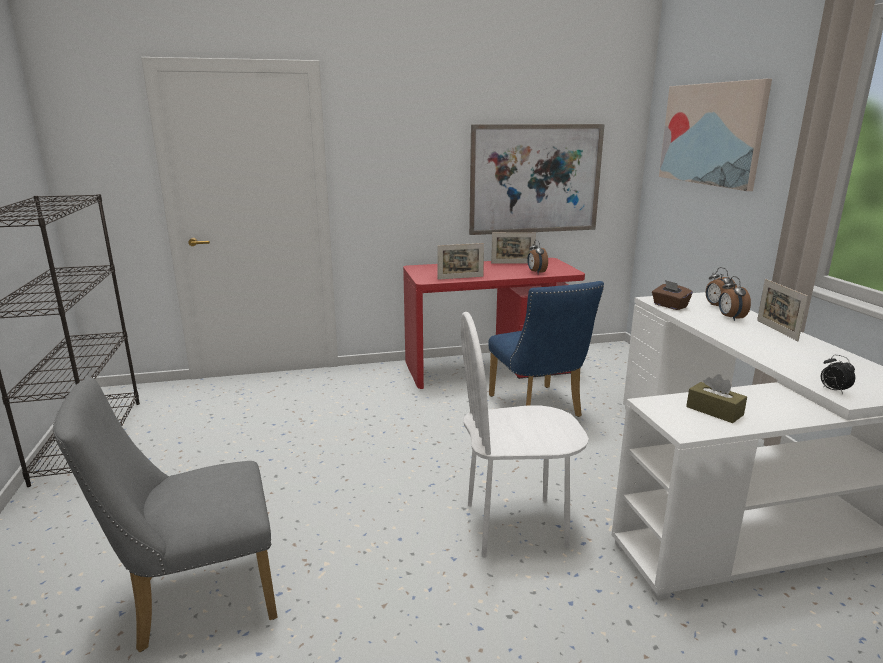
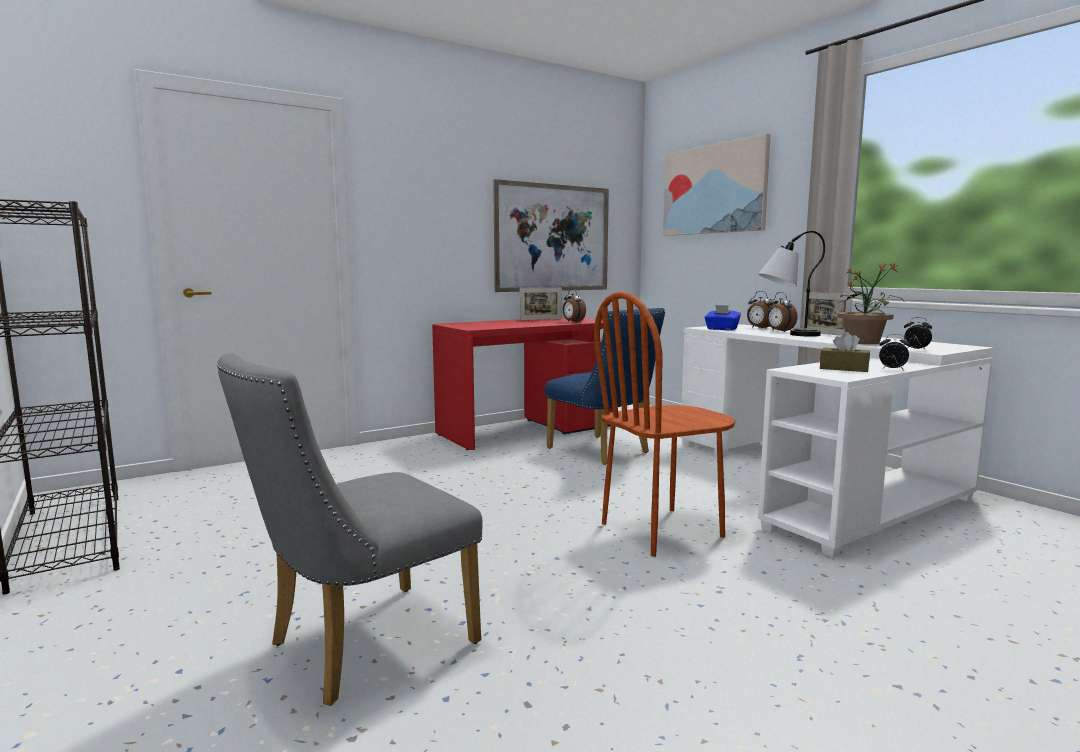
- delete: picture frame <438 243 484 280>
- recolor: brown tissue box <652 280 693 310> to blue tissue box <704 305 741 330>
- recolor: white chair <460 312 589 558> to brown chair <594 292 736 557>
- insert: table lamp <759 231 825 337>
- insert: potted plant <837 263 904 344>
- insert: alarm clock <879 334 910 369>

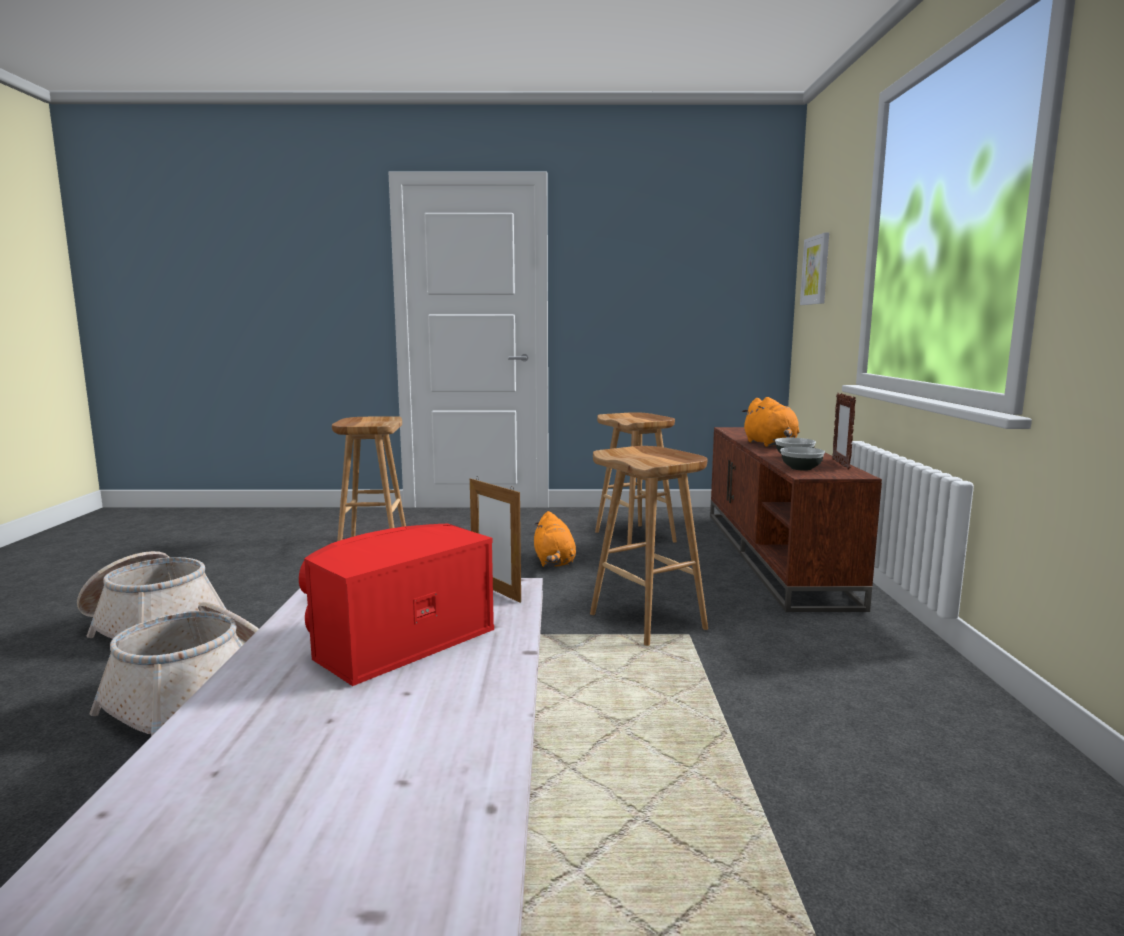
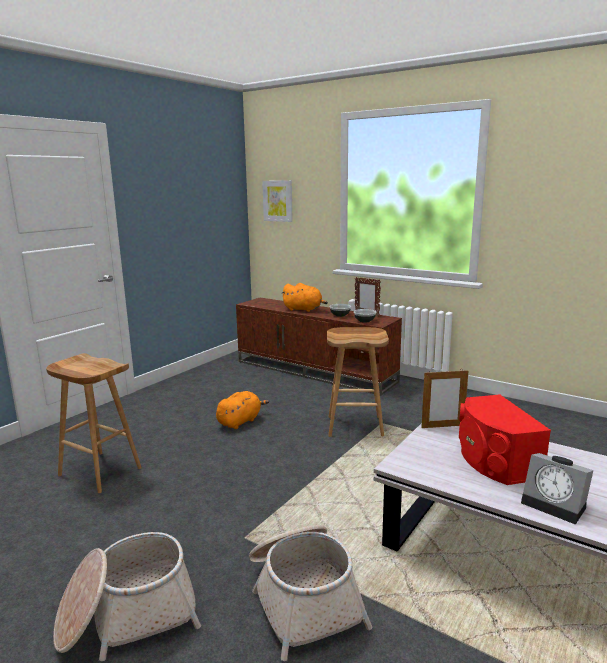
- delete: brown stool <595 412 677 545>
- rotate: orange plush toy <534 511 576 567> = <216 391 269 429> 75 degrees counterclockwise
- insert: alarm clock <521 453 594 525>

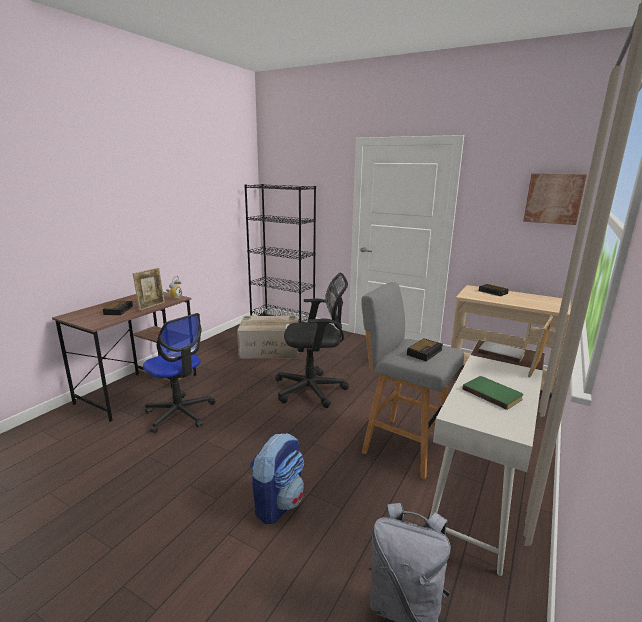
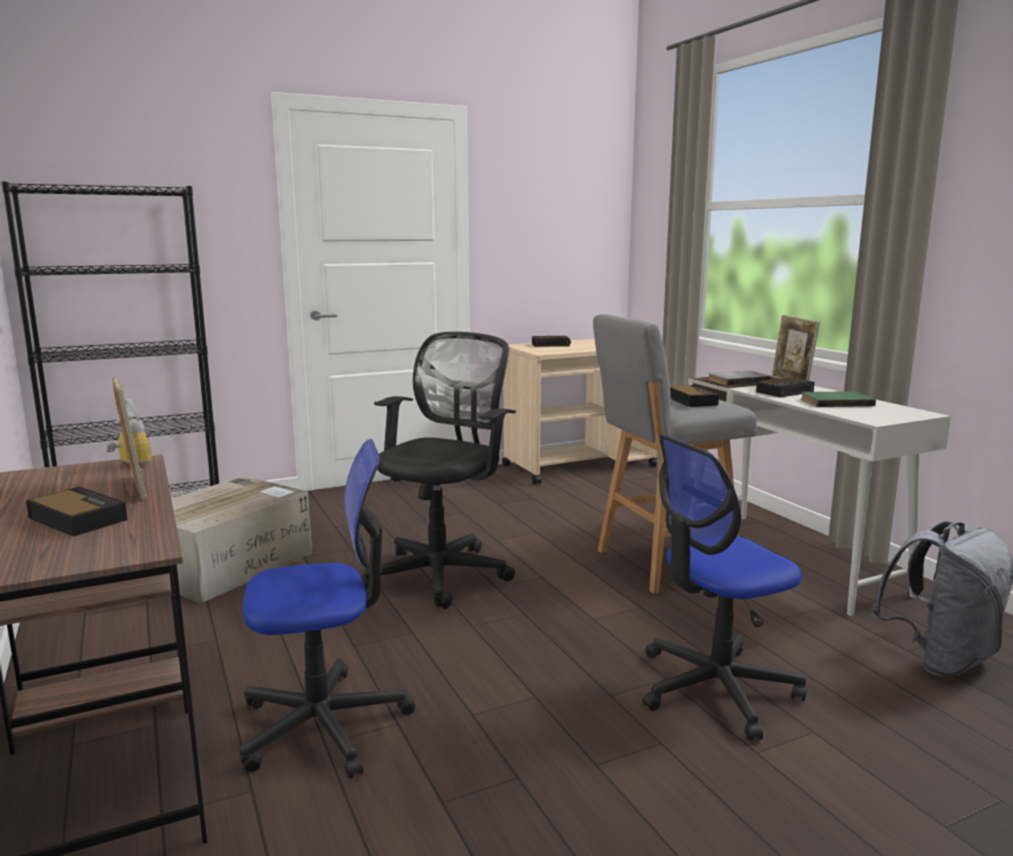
- delete: picture <523 174 587 225>
- replace: backpack <250 433 304 524> to office chair <642 434 807 740>
- insert: alarm clock <756 377 815 398>

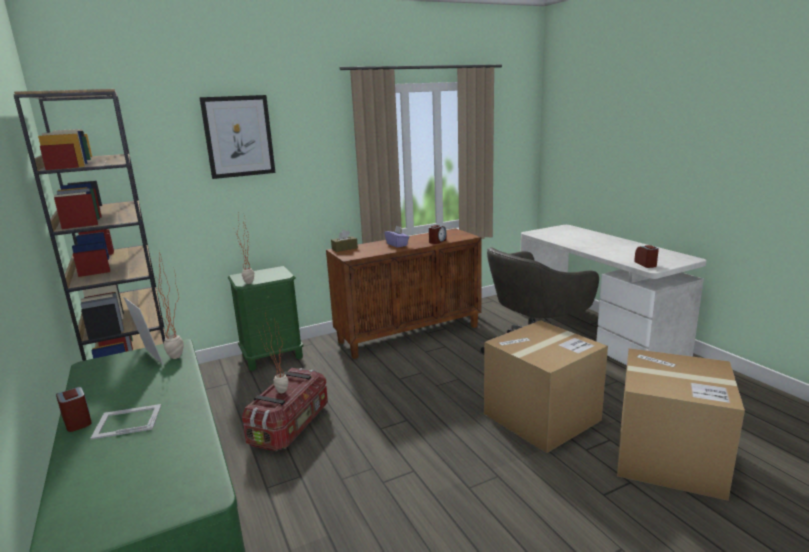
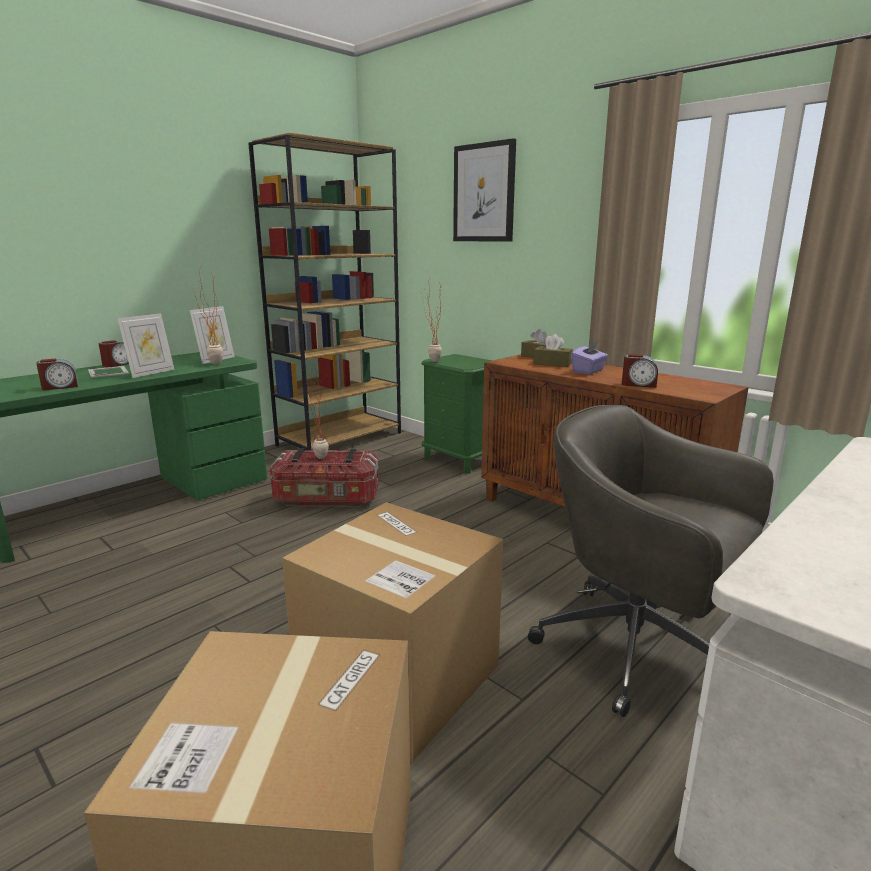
- move: alarm clock <634 245 659 268> to <36 359 78 390>
- insert: picture frame <117 313 175 378>
- insert: brown tissue box <533 334 573 367>

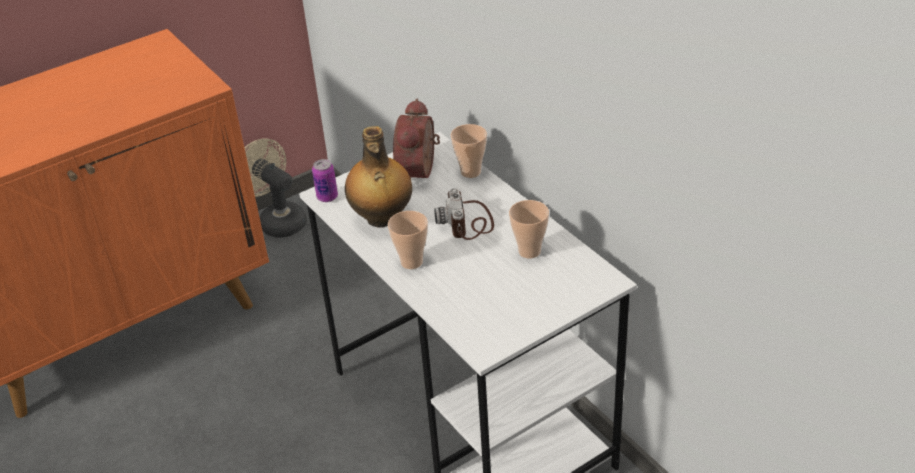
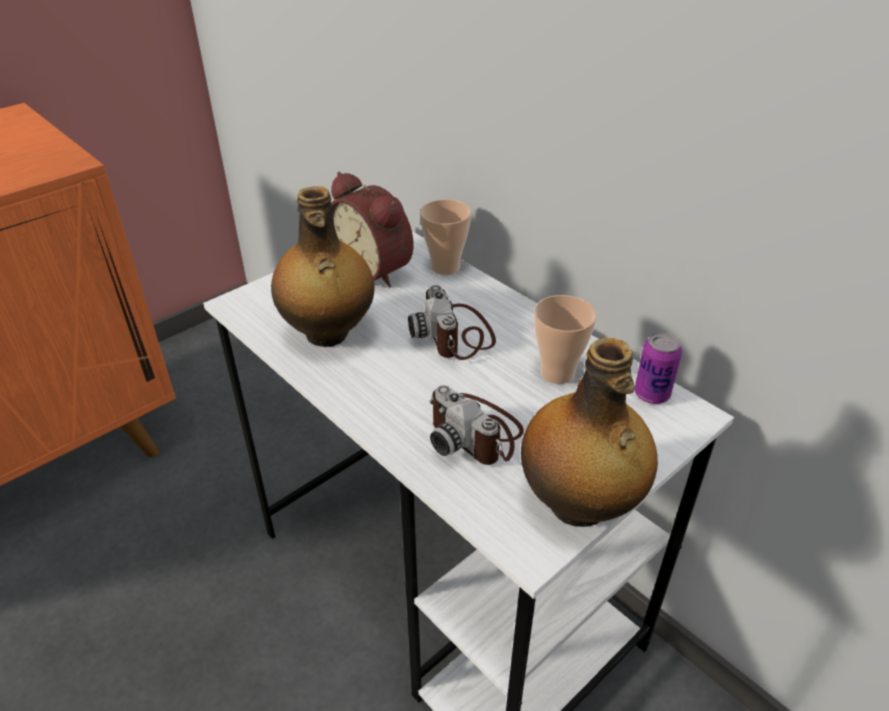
- rotate: alarm clock <393 99 440 178> = <331 172 414 288> 45 degrees counterclockwise
- delete: beige fan <245 138 307 238>
- move: can <312 159 338 202> to <634 332 682 404>
- delete: cup <388 211 428 269>
- insert: bottle <521 338 658 527>
- insert: photo camera <429 385 524 465>

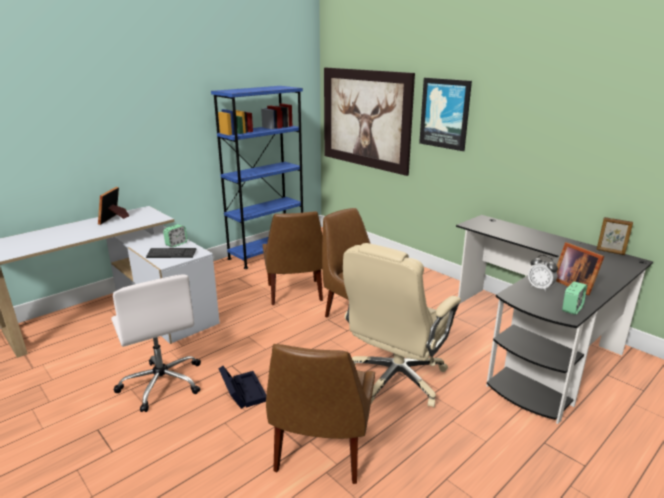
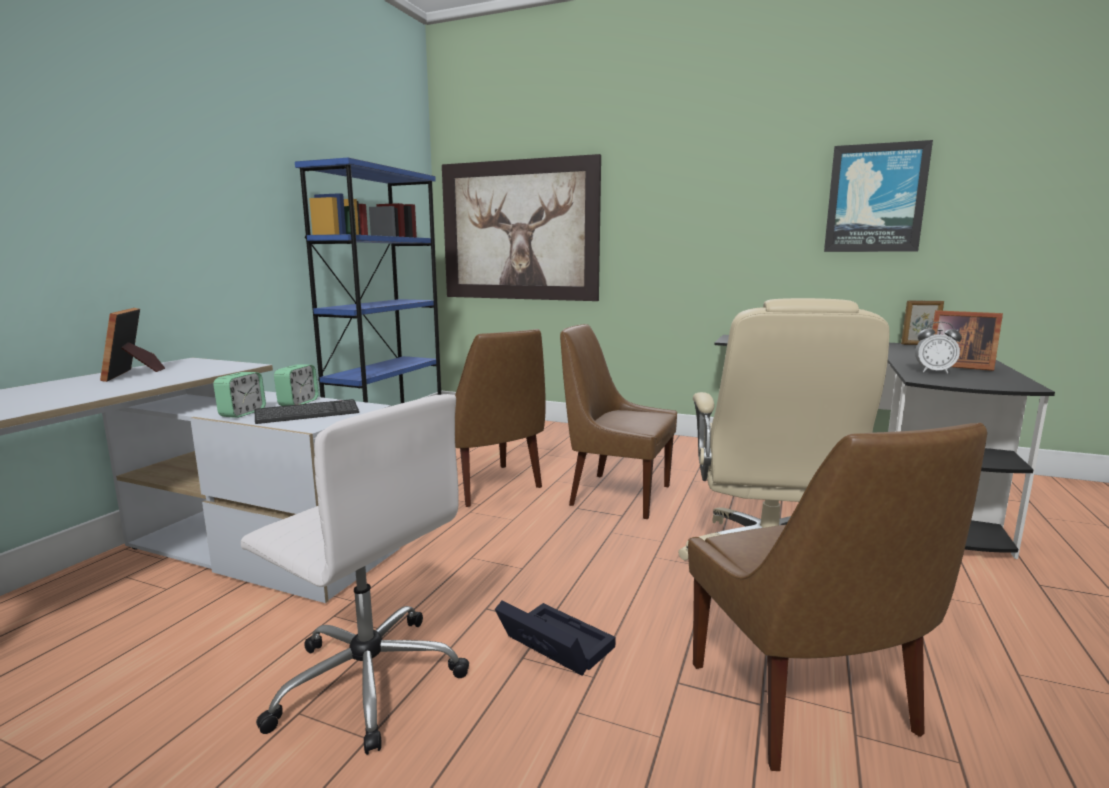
- move: picture <419 78 472 151> to <824 140 933 252>
- move: alarm clock <562 282 587 315> to <213 372 266 418>

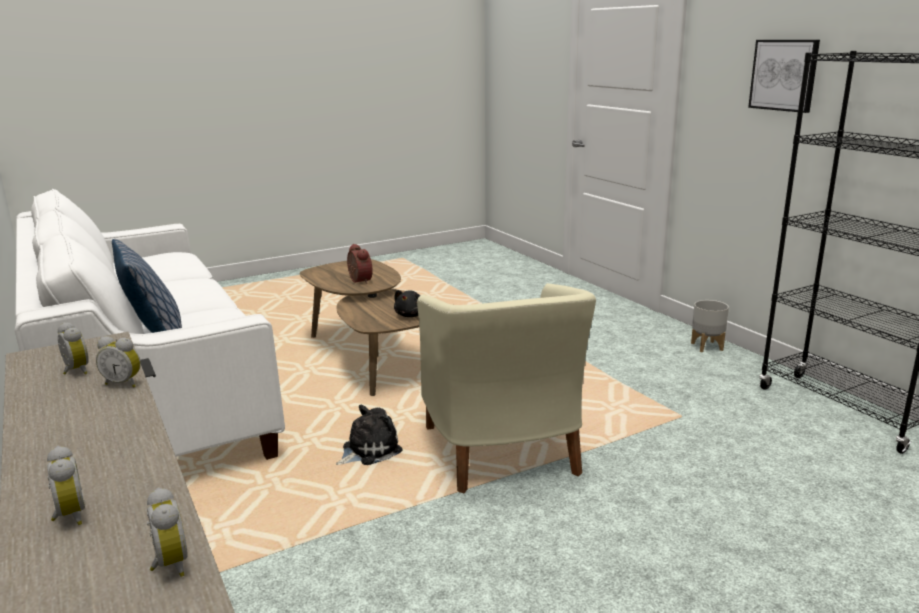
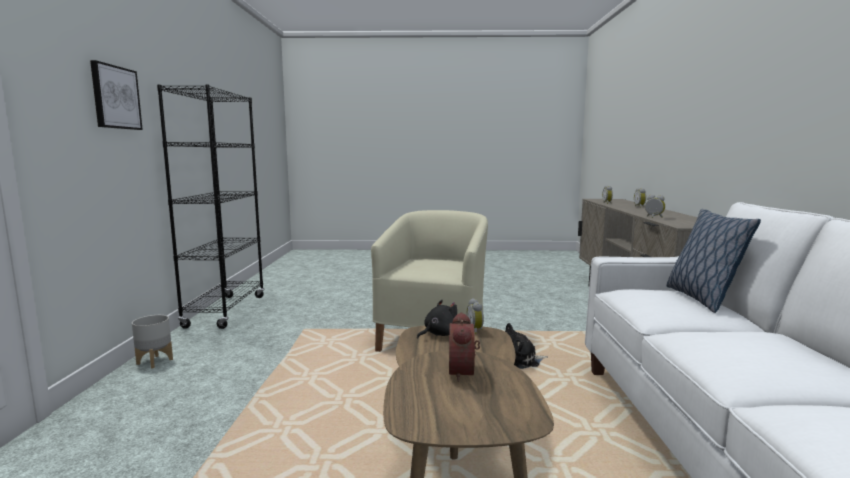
- move: alarm clock <58 322 89 375> to <467 298 484 334>

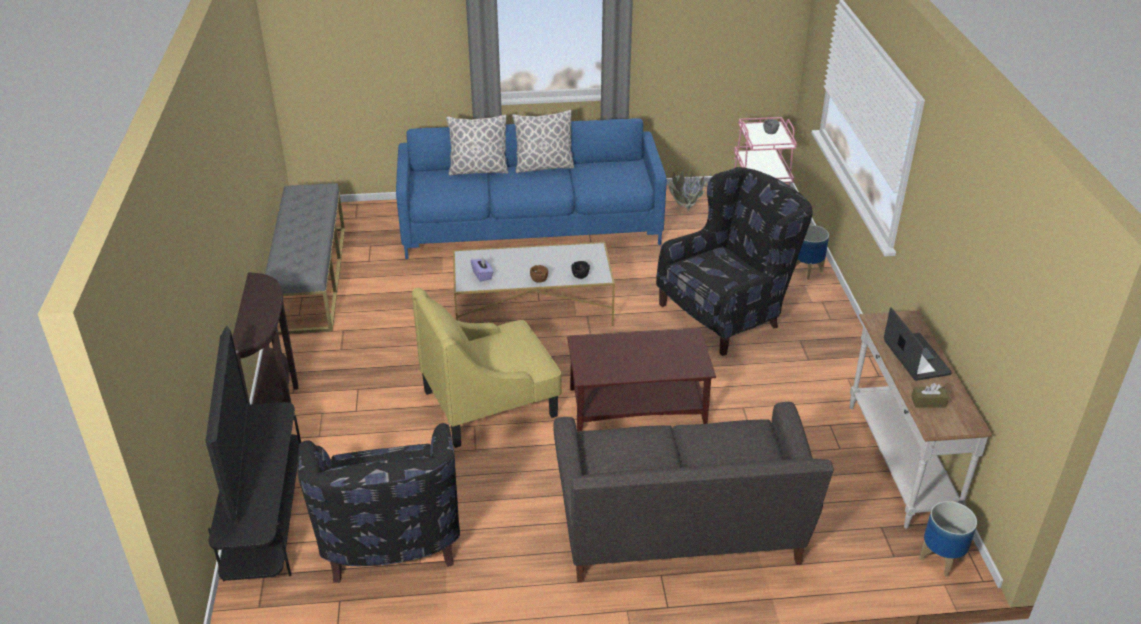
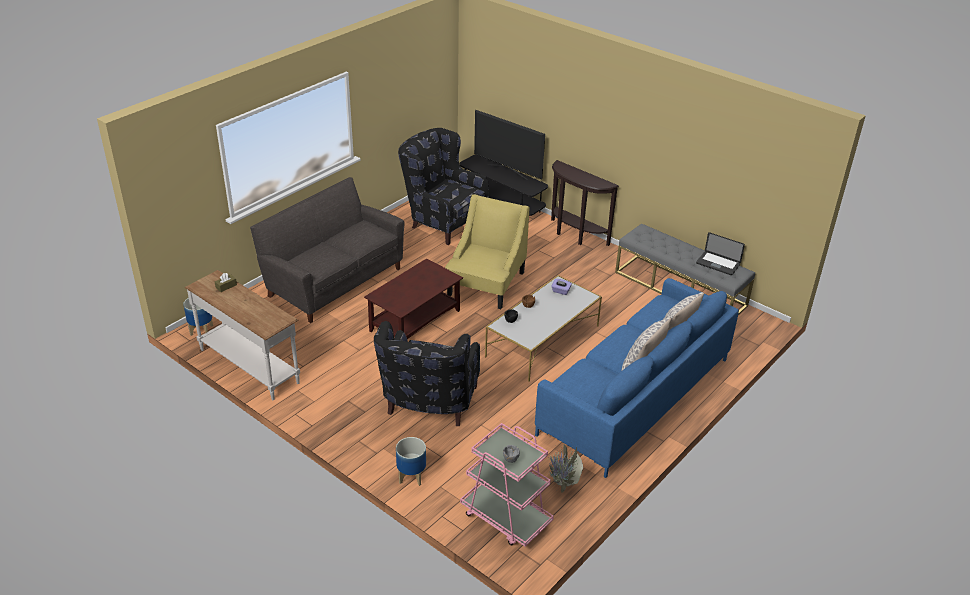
- move: laptop <884 307 952 381> to <696 232 745 275>

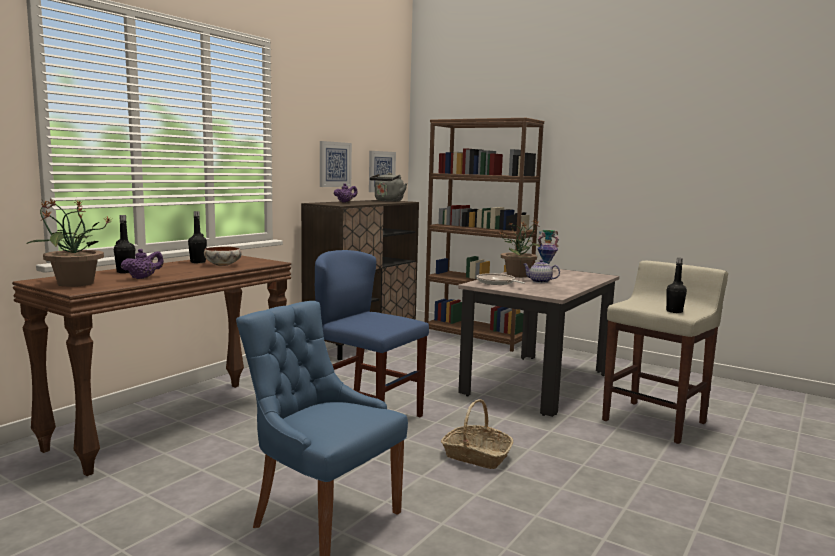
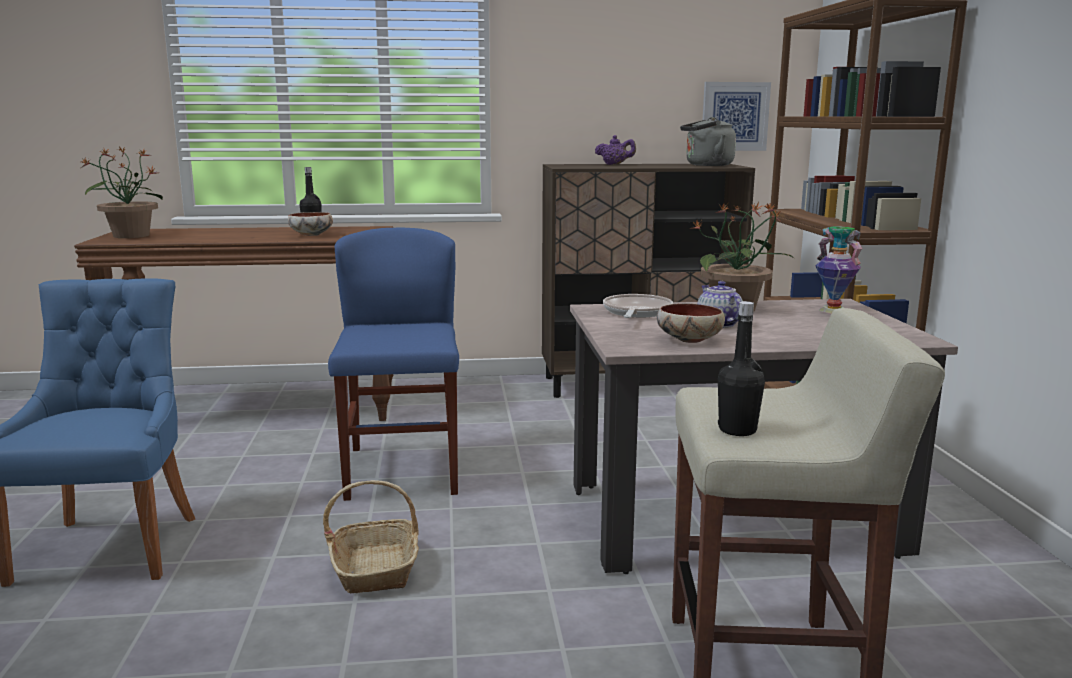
- delete: picture <320 141 352 187>
- delete: black bottle <114 215 135 273>
- delete: purple teapot <121 249 164 279>
- insert: bowl <657 303 725 343>

